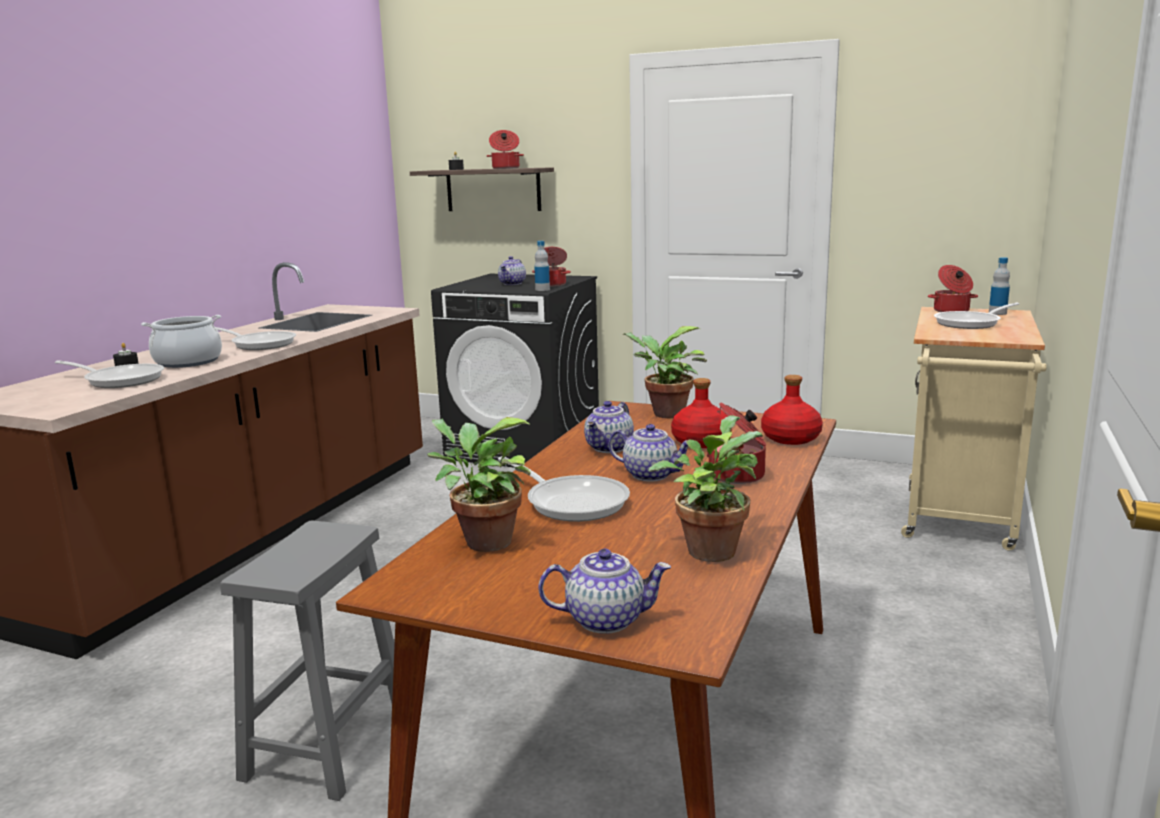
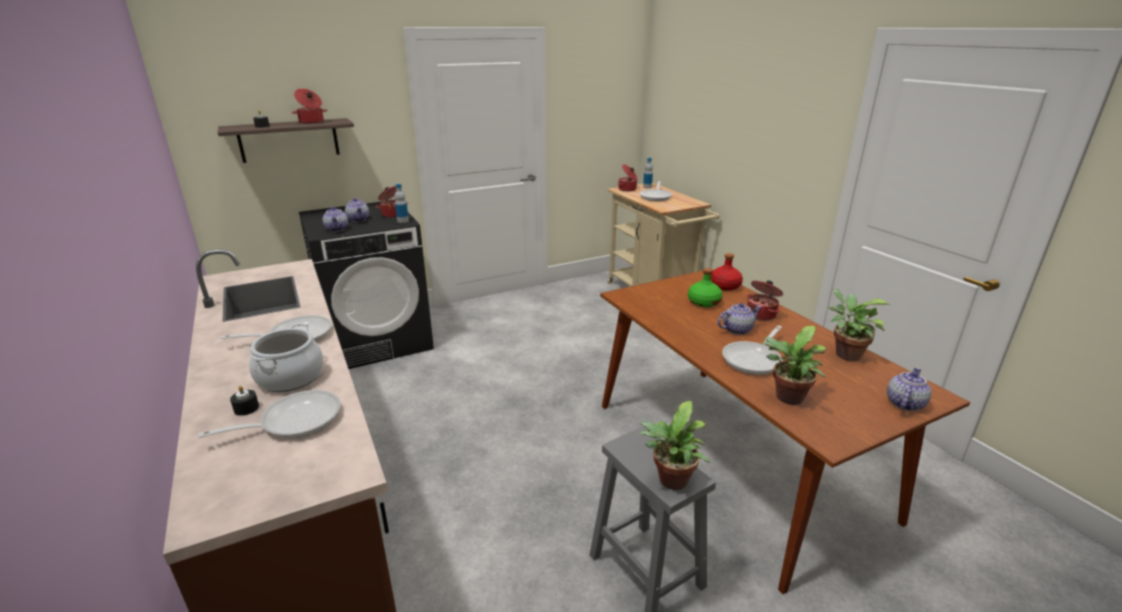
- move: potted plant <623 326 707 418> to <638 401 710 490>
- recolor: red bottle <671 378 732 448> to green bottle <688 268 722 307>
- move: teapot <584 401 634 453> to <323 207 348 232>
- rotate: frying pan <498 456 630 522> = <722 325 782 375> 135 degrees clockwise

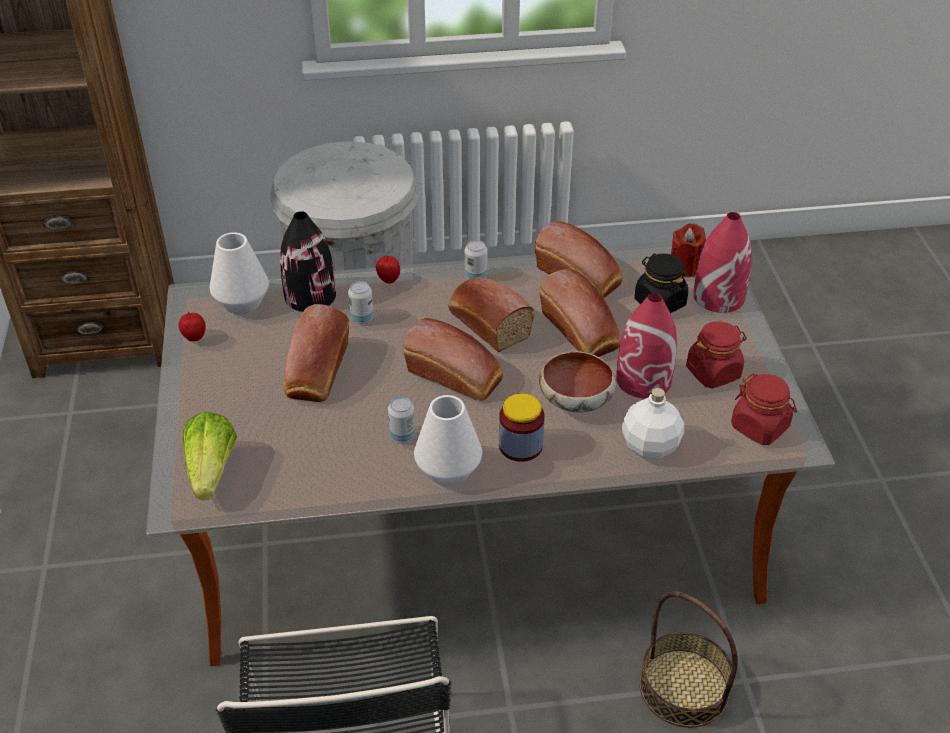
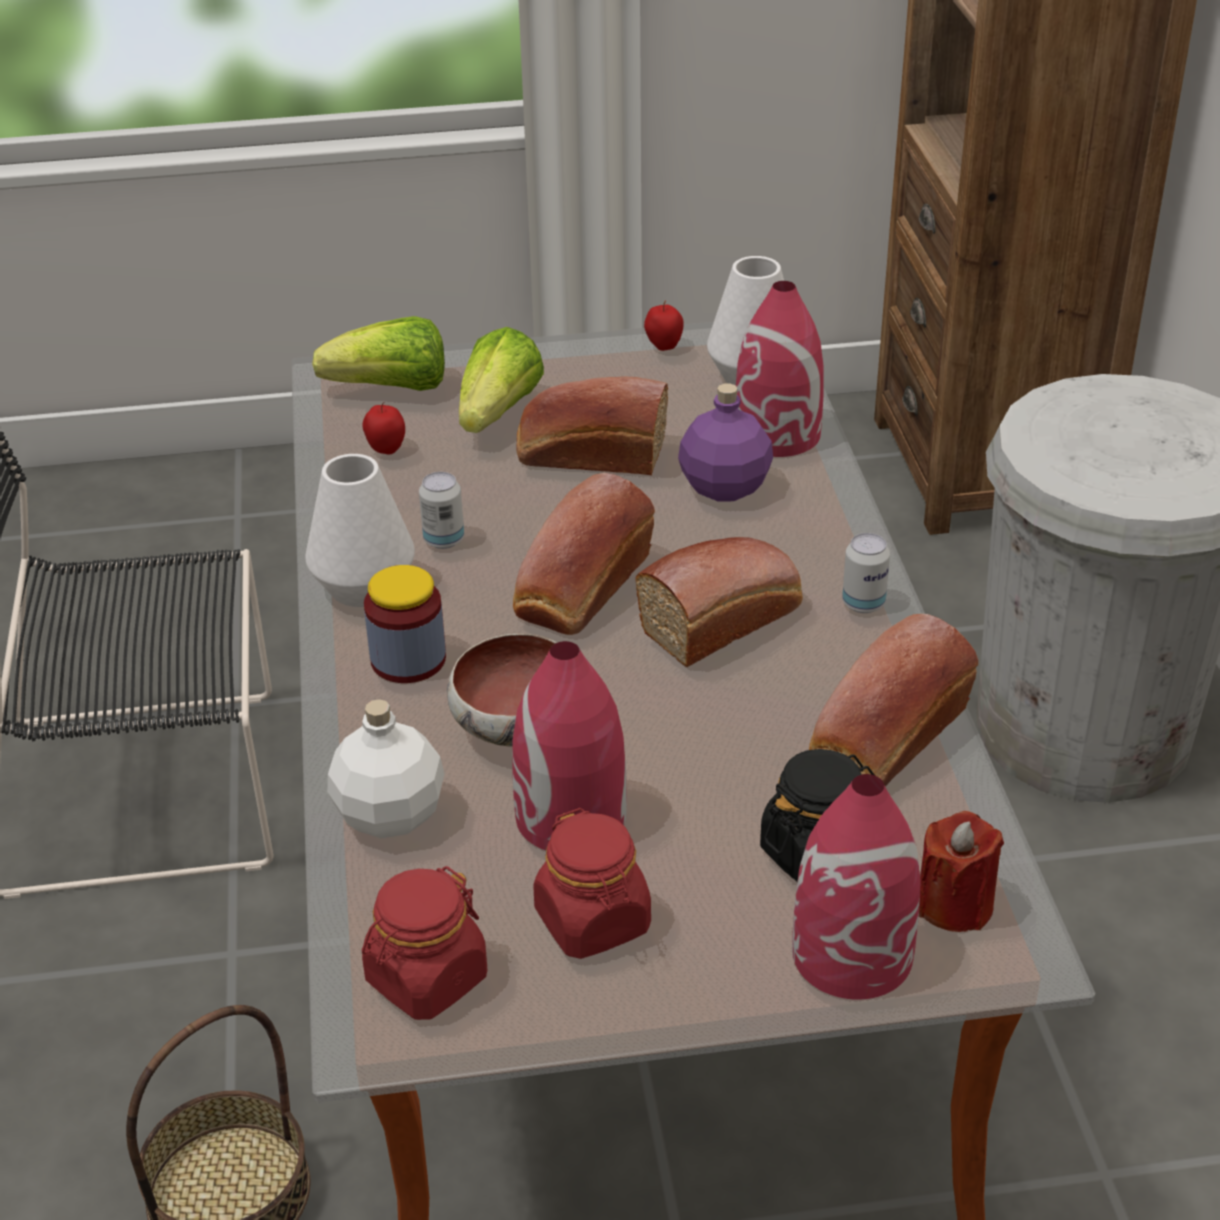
- recolor: black vase <280 211 336 312> to red vase <736 281 824 457>
- move: apple <376 254 400 284> to <362 402 405 454>
- delete: bread <539 269 621 357>
- replace: can <348 281 374 324> to purple bottle <678 384 773 501>
- insert: lettuce <459 327 544 433>

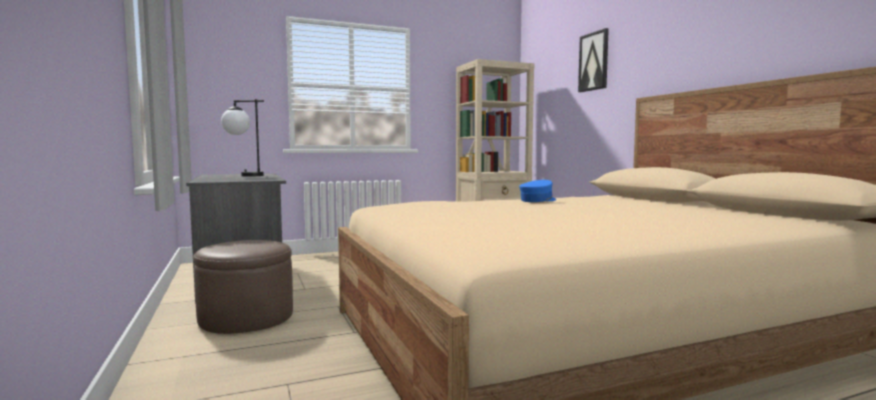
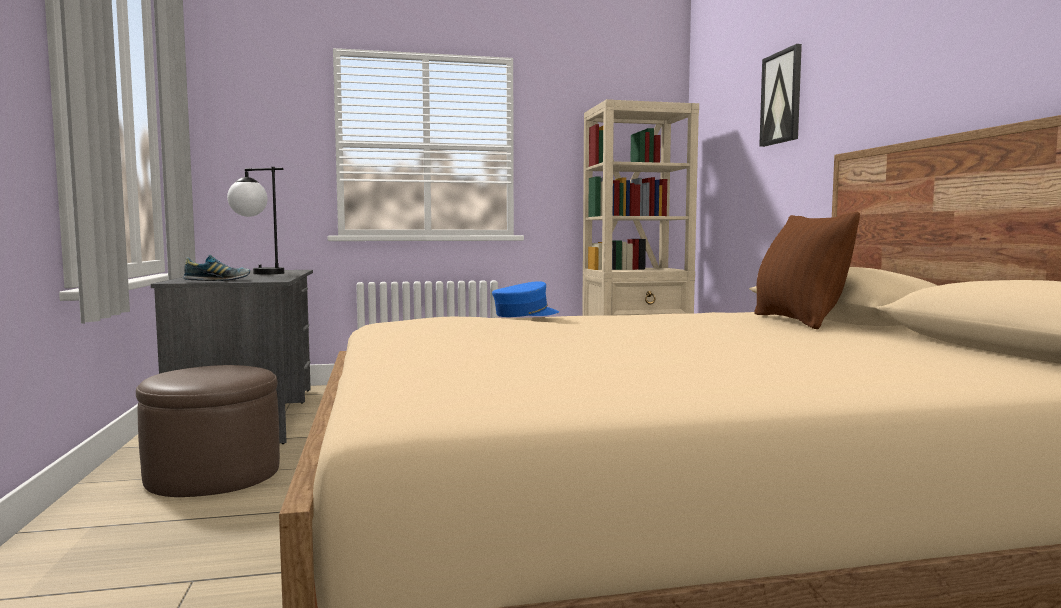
- move: blue cap <519 180 556 202> to <492 281 559 317>
- insert: brown pillow <754 212 860 329>
- insert: shoe <183 255 250 281>

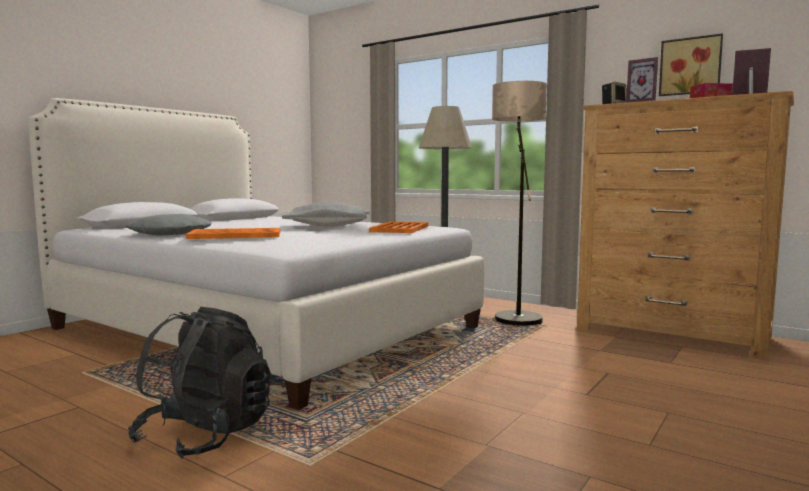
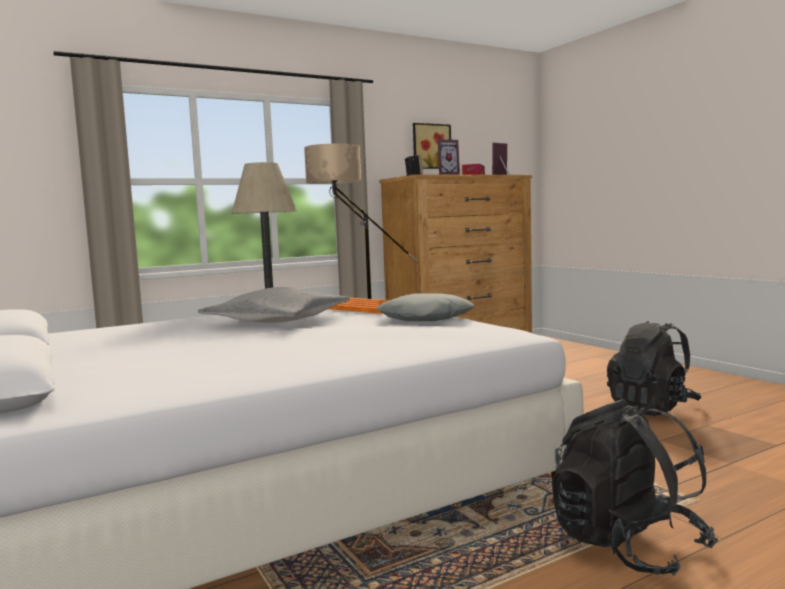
- move: grey pillow <126 214 212 236> to <376 293 474 321>
- delete: orange tray <186 228 280 239>
- insert: black backpack <607 321 702 416>

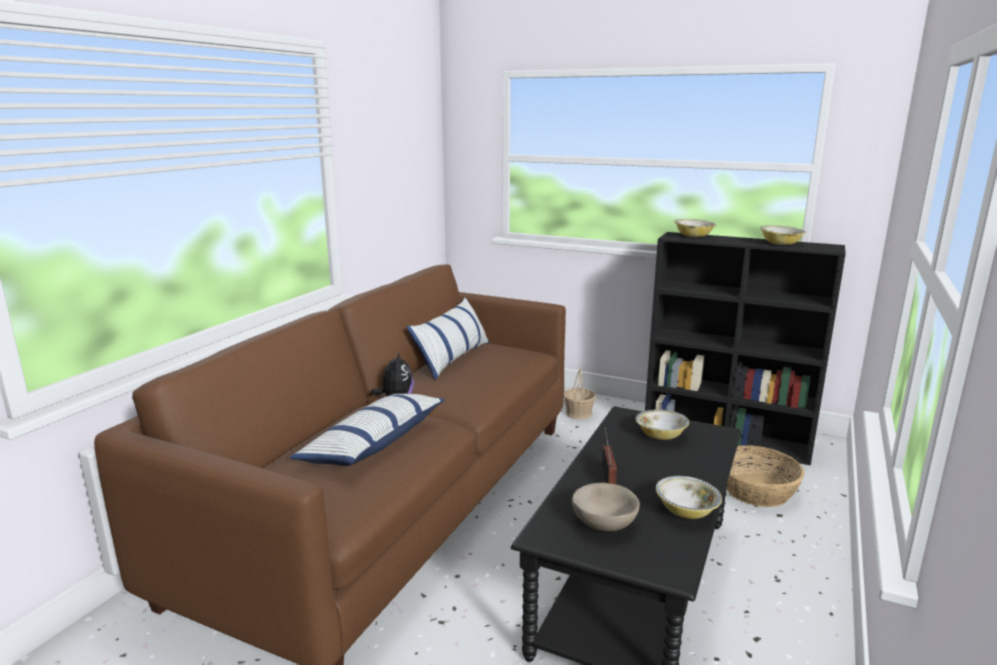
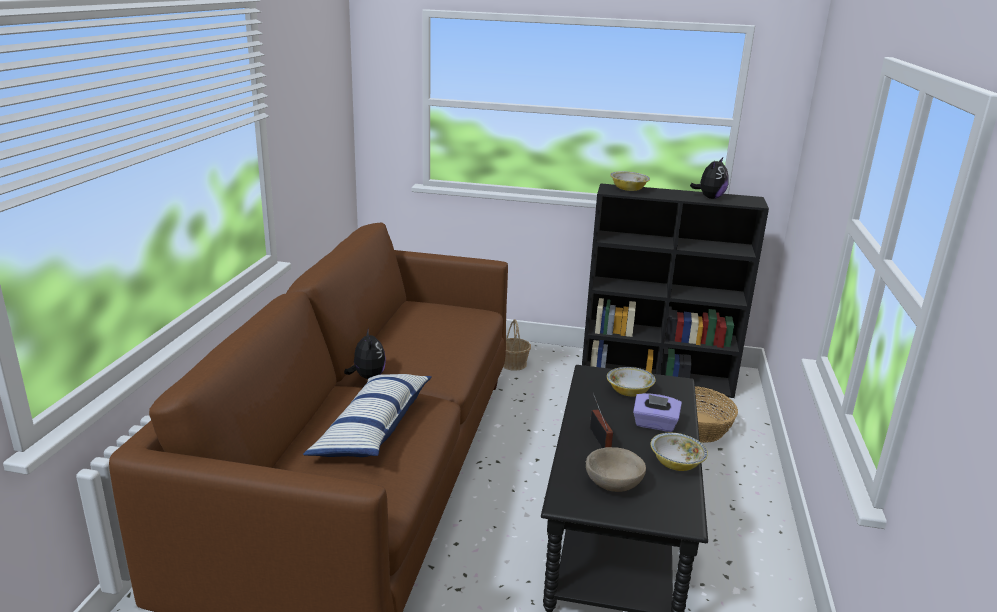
- replace: bowl <760 225 806 245> to plush toy <690 157 729 199>
- delete: pillow <407 297 489 380>
- insert: purple tissue box <633 393 682 432>

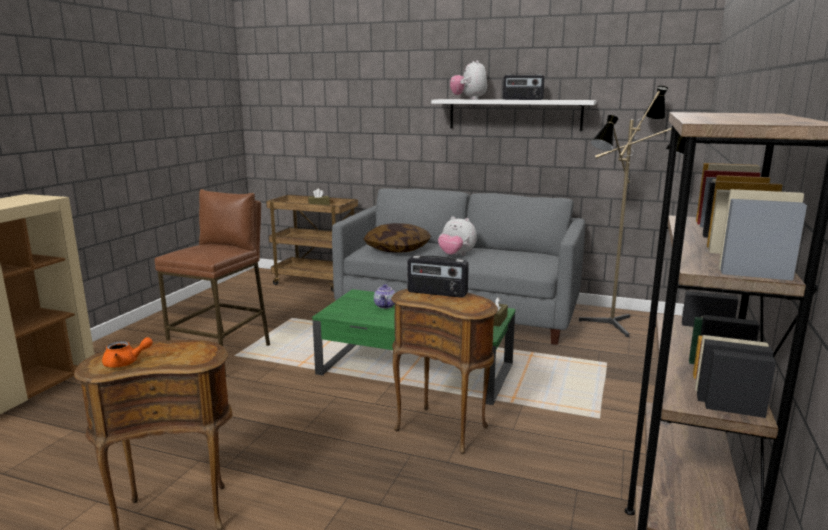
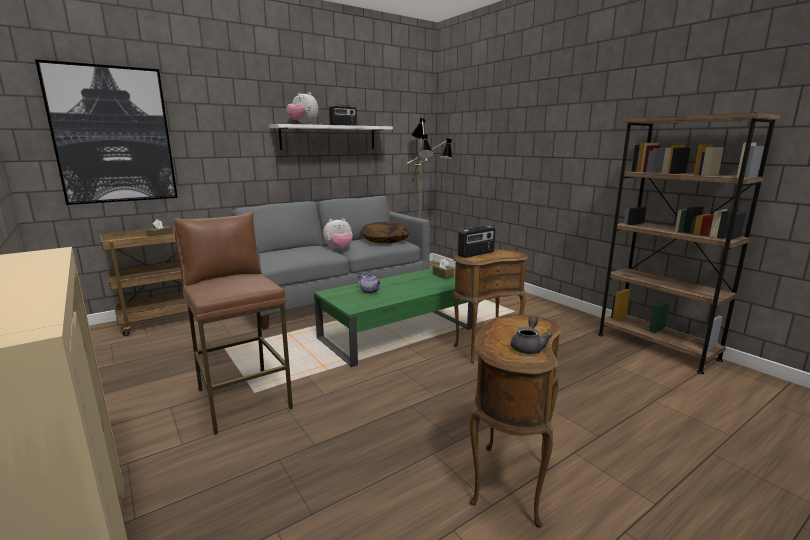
- move: pillow <364 223 431 253> to <360 222 410 243>
- recolor: orange teapot <102 337 153 368> to grey teapot <511 316 553 354>
- insert: picture <35 59 178 205>

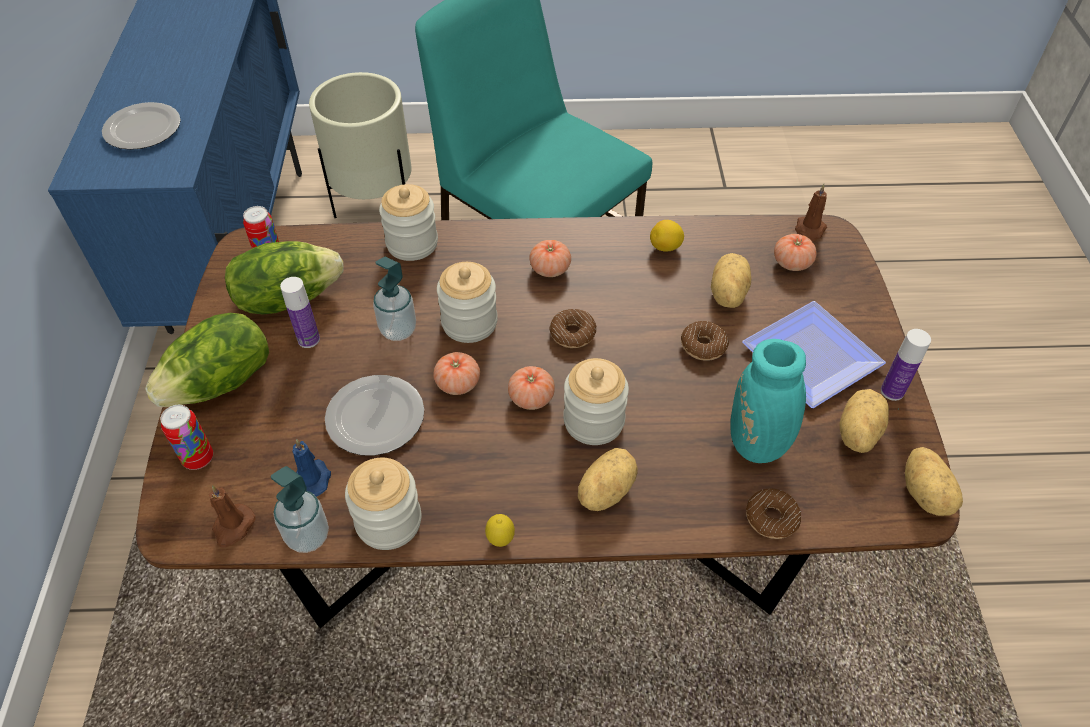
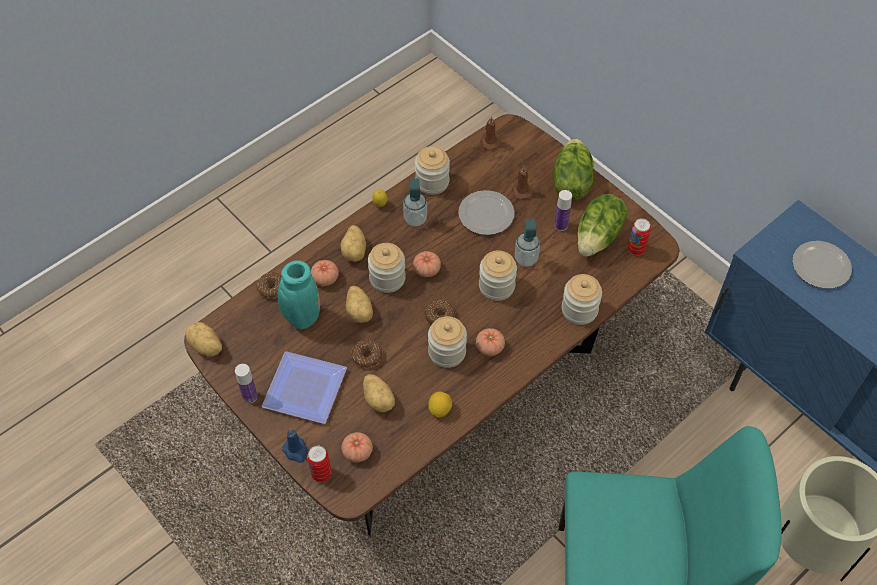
- move: brown candle <795 184 827 241> to <512 166 533 200>
- move: tomato <433 352 480 395> to <311 260 339 286>
- move: potato <839 389 889 453> to <346 286 373 323>
- move: can <161 405 213 470> to <307 446 331 482>
- move: blue candle <293 439 331 497> to <282 429 307 463>
- move: soap dispenser <271 466 329 553> to <403 178 427 226>
- insert: jar <428 316 467 368>

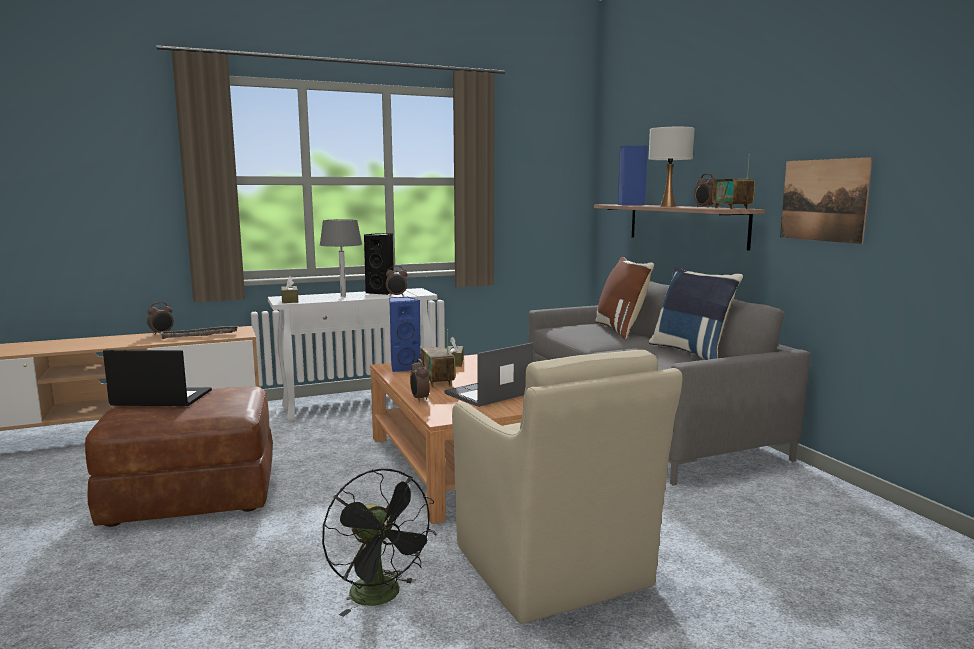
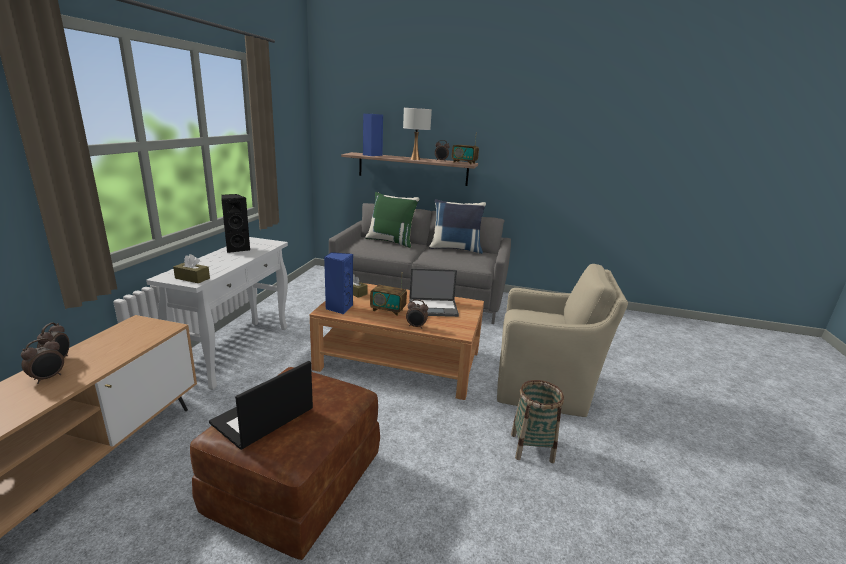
- delete: picture <780 157 872 244>
- delete: grey table lamp <320 219 363 297>
- recolor: brown pillow <595 257 654 339> to green pillow <365 192 420 248>
- move: alarm clock <386 266 408 296> to <21 338 64 384>
- delete: tray <159 326 238 339>
- rotate: laptop <444 343 533 407> = <409 268 459 317> 90 degrees counterclockwise
- replace: black fan <322 469 437 617> to basket <511 380 564 463>

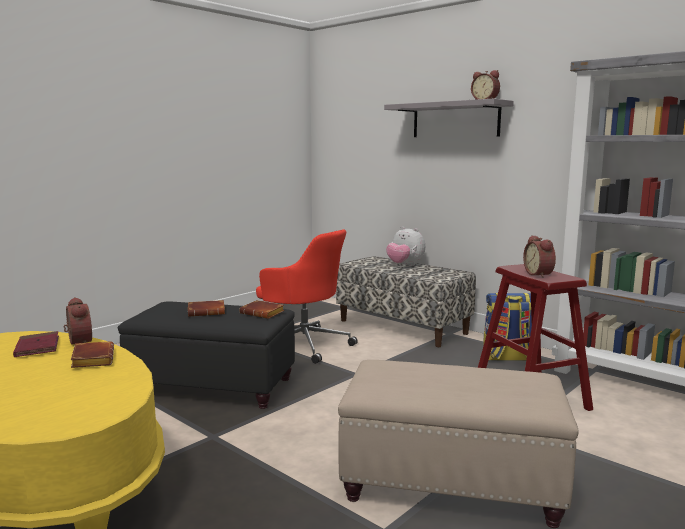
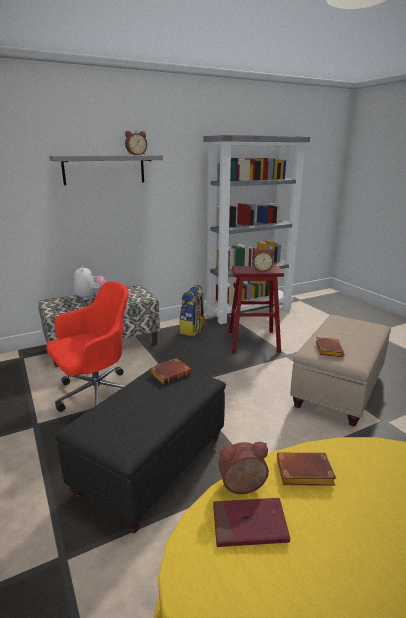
- rotate: plush toy <386 227 425 266> = <73 265 106 300> 75 degrees counterclockwise
- move: brown book <188 300 225 317> to <316 337 345 357>

